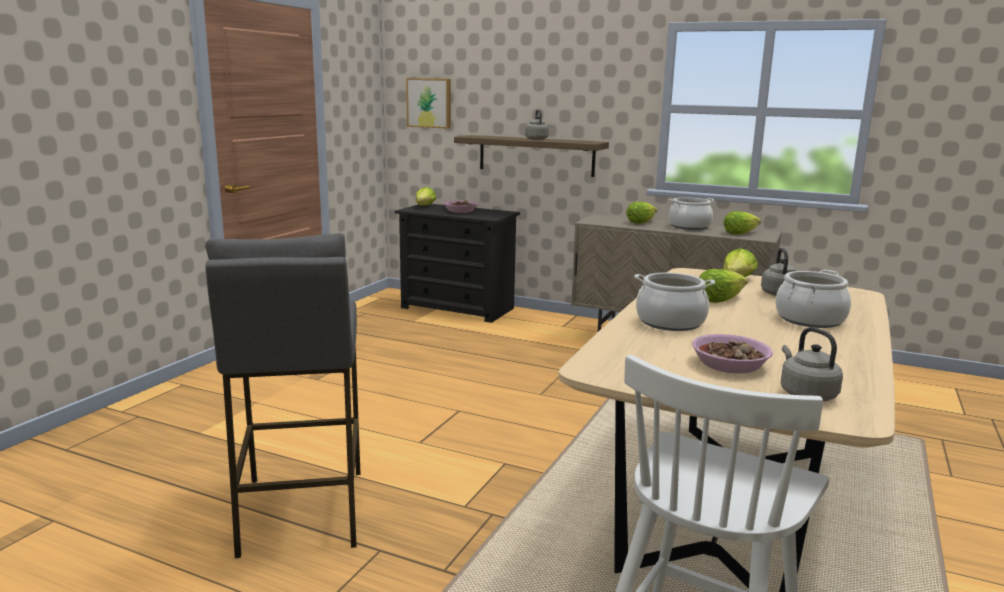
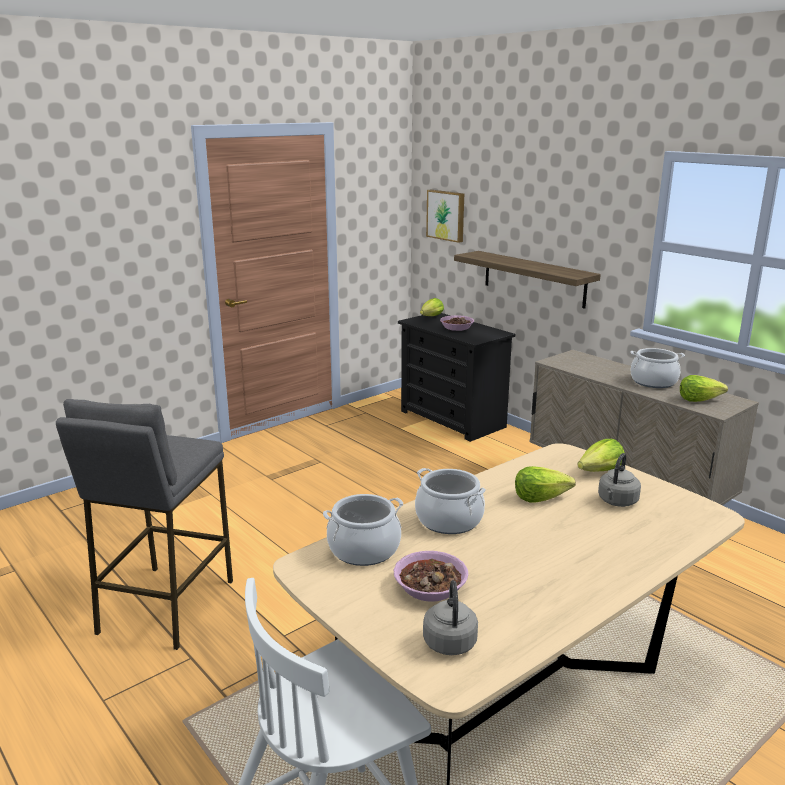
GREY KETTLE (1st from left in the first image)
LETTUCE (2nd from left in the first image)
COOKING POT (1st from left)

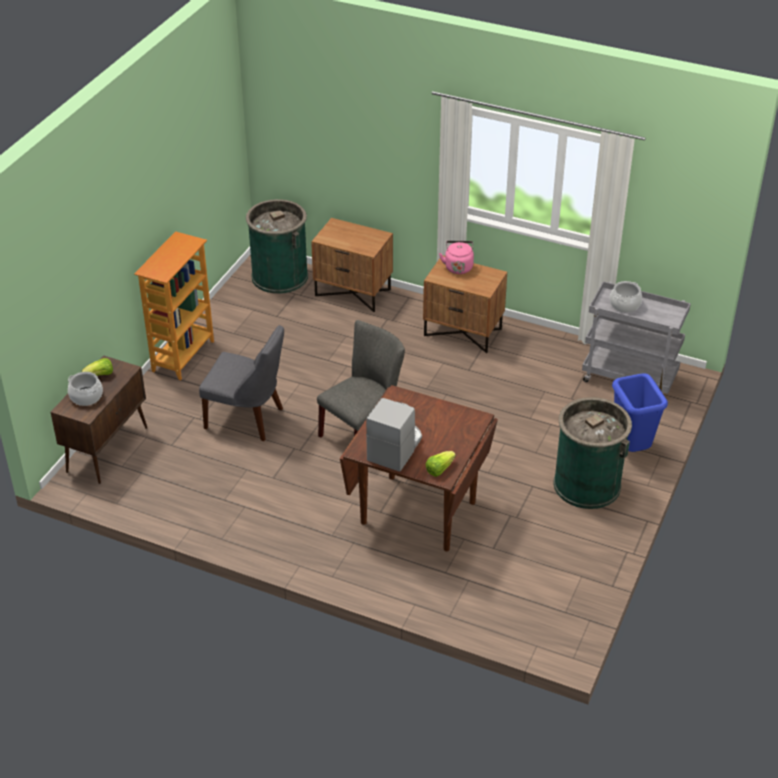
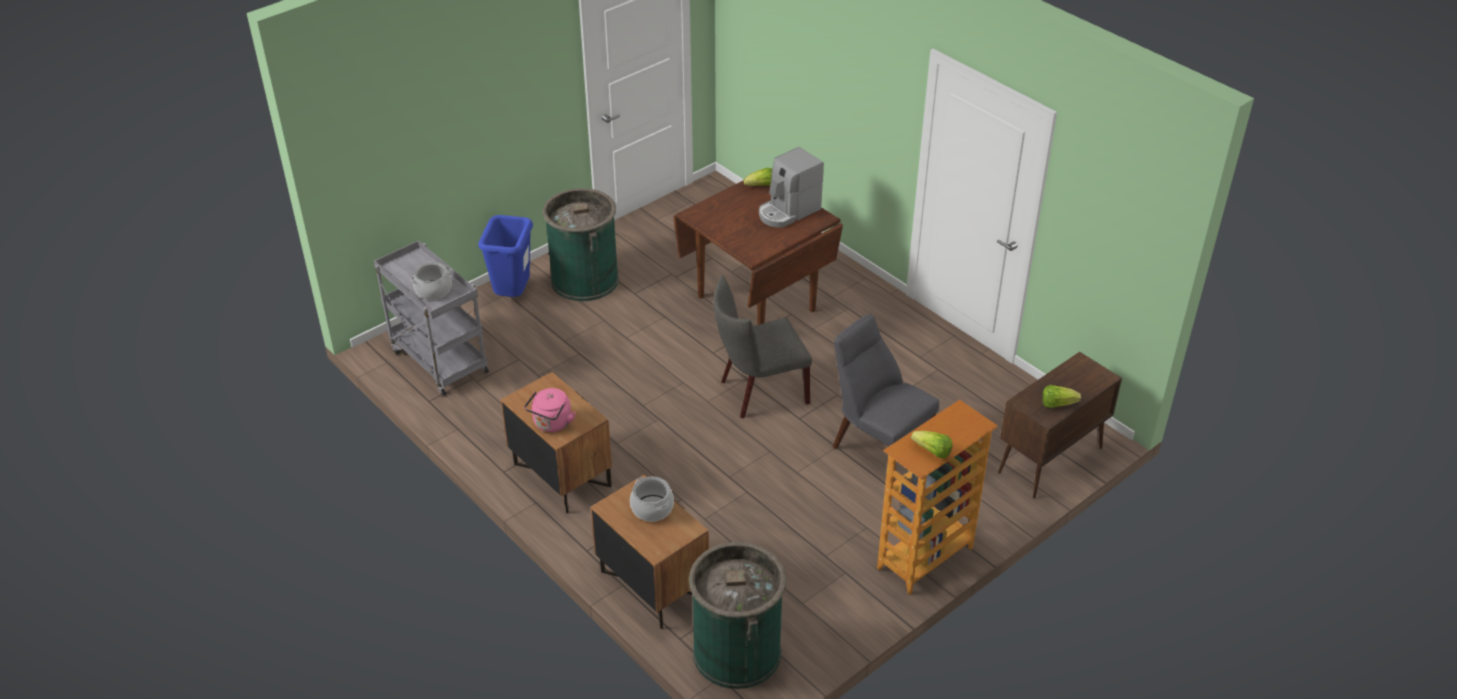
COOKING POT (2nd from left)
LETTUCE (2nd from left)

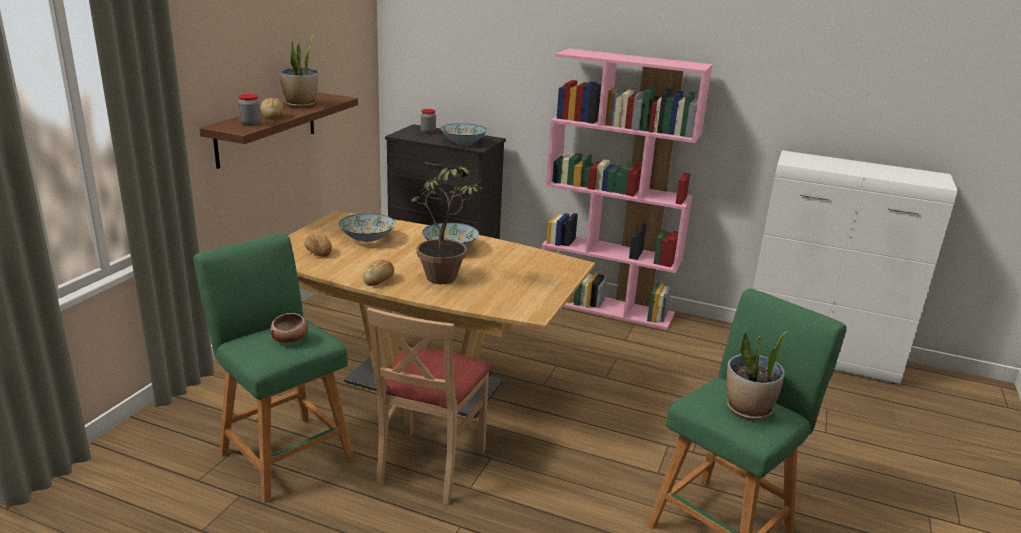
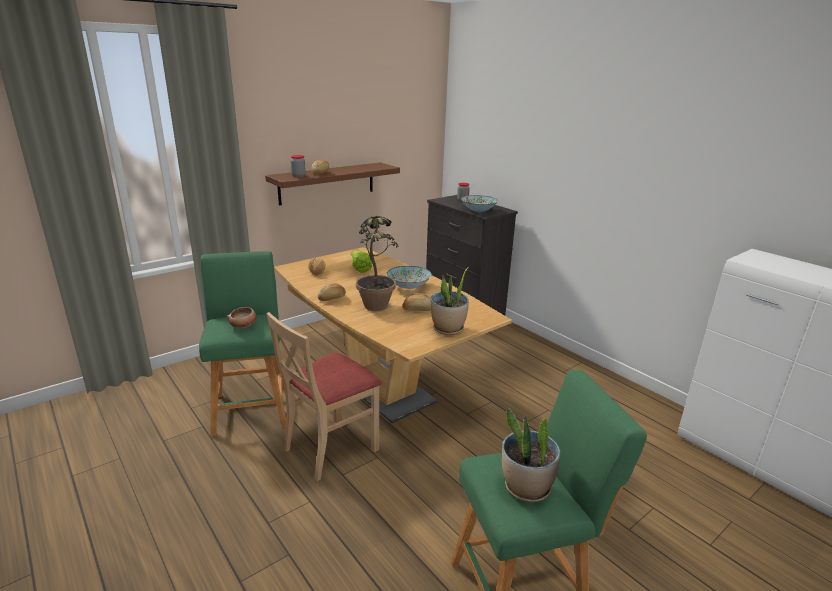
POTTED PLANT (2nd from left)
PINK BOOKCASE
LETTUCE
BREAD (4th from left)

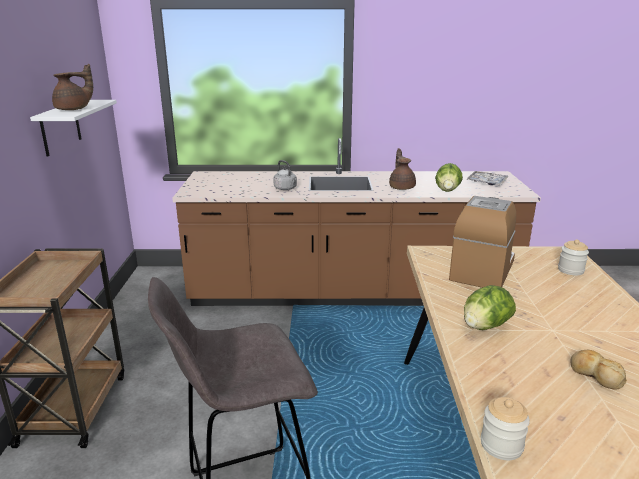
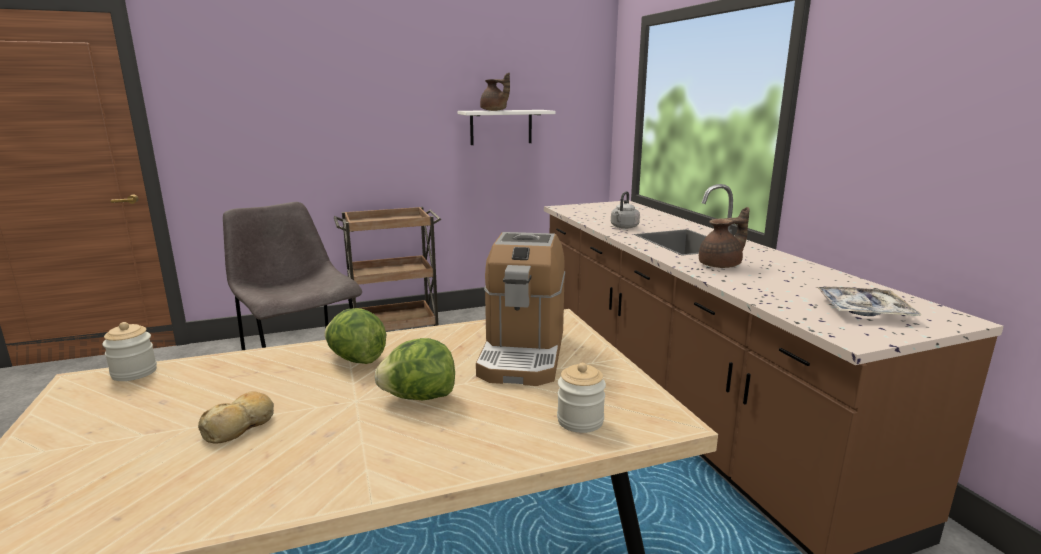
LETTUCE (2nd from left)
COFFEE MACHINE

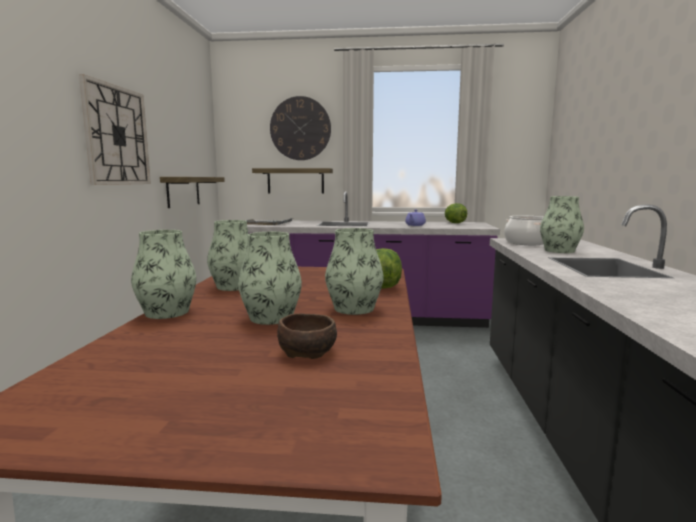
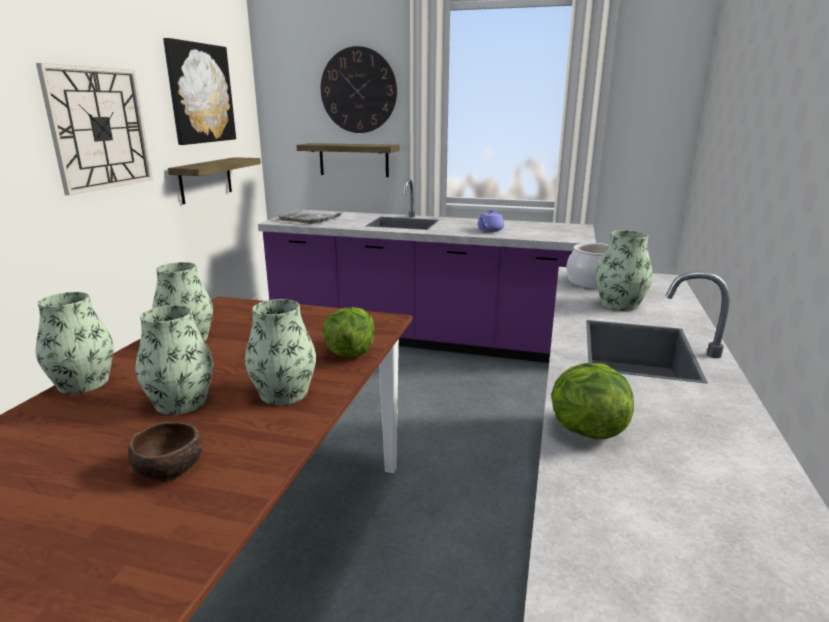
LETTUCE (2nd from left)
PICTURE

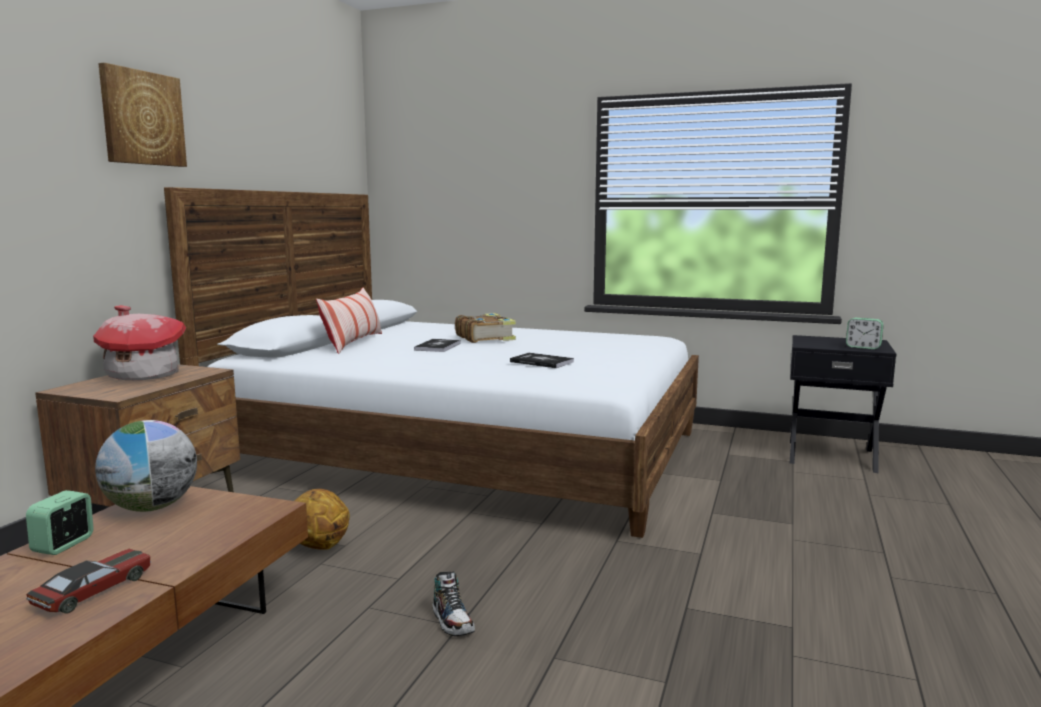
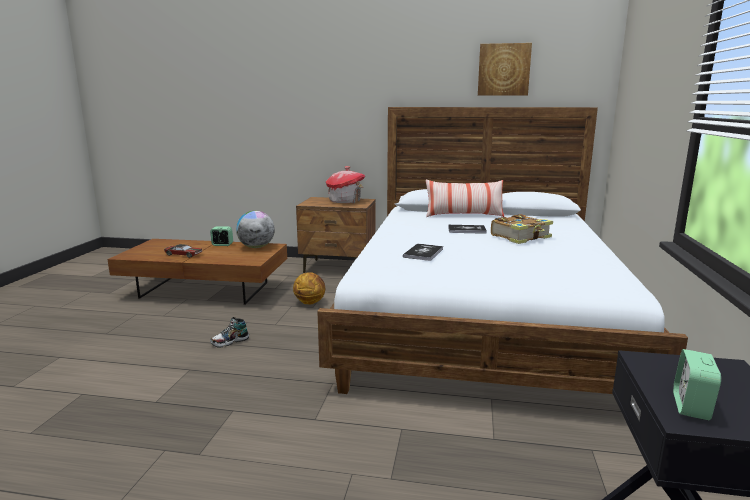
PICTURE

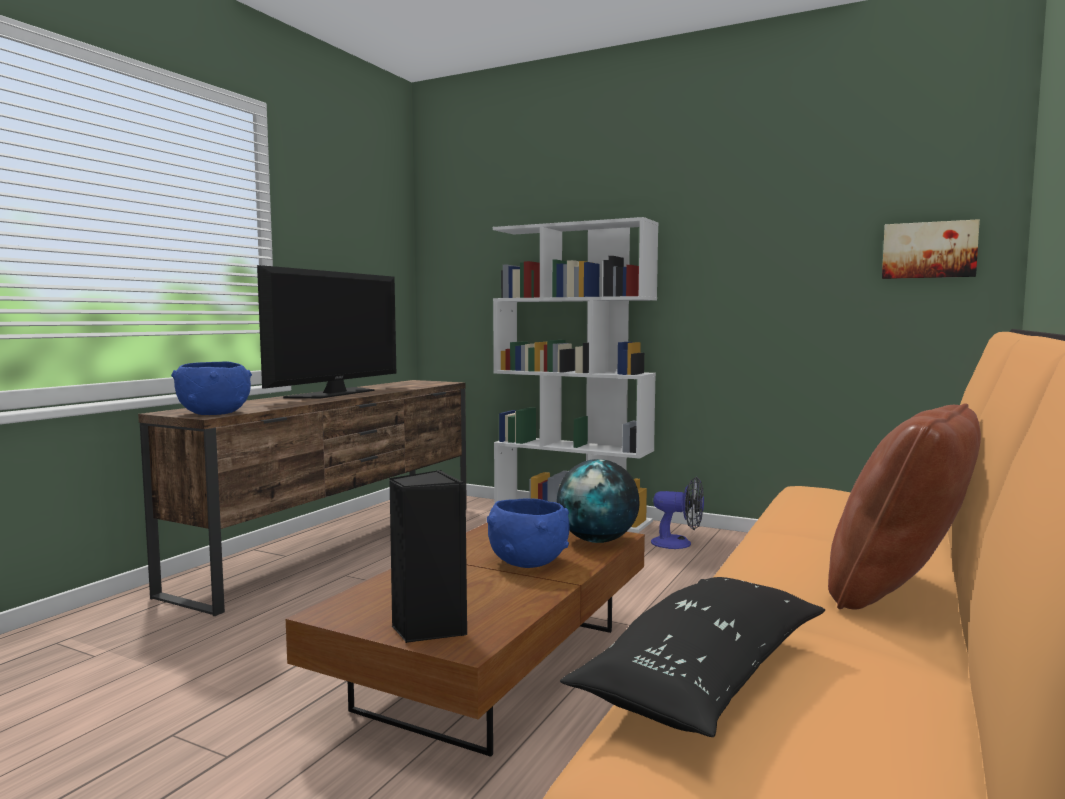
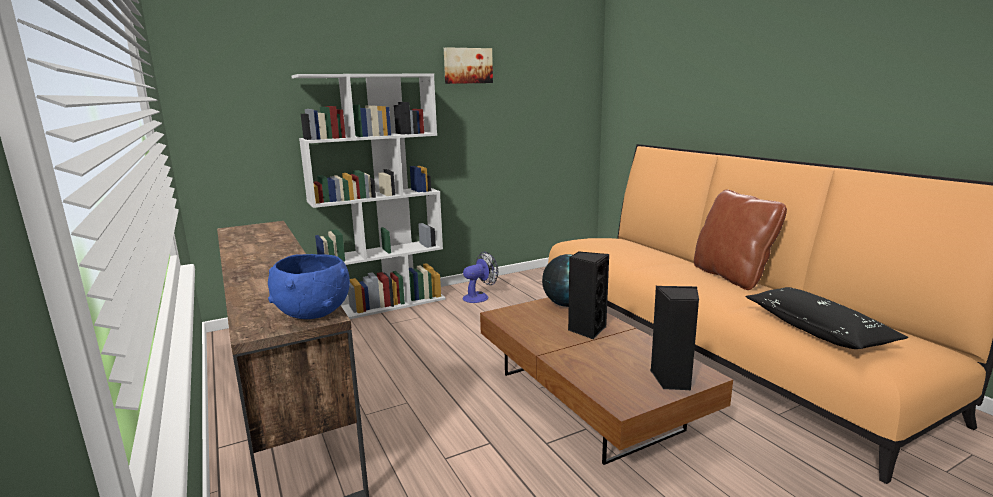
PICTURE
TELEVISION
BLACK SPEAKER (1st from left)

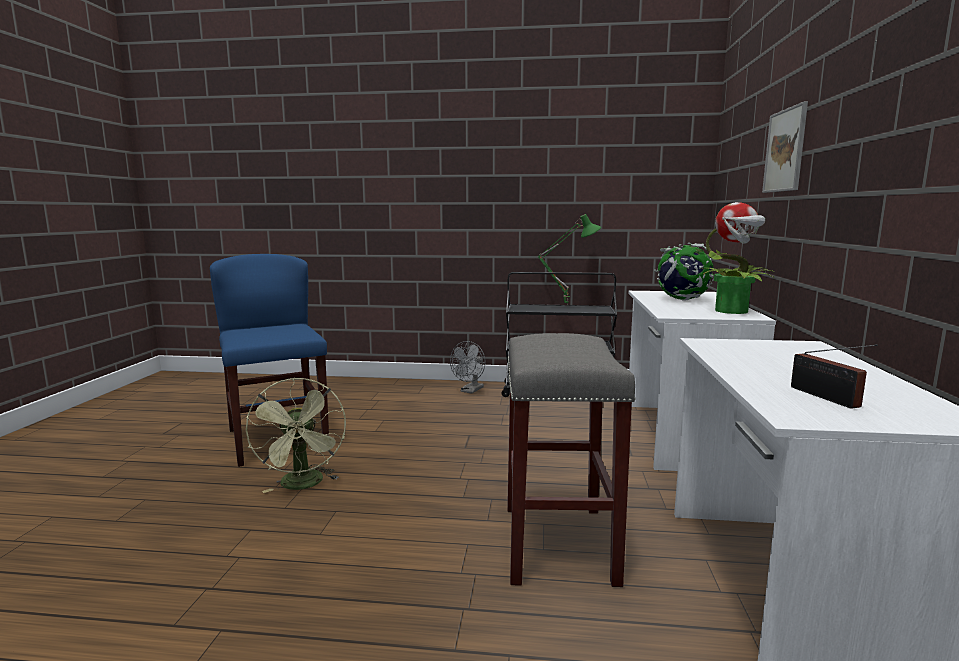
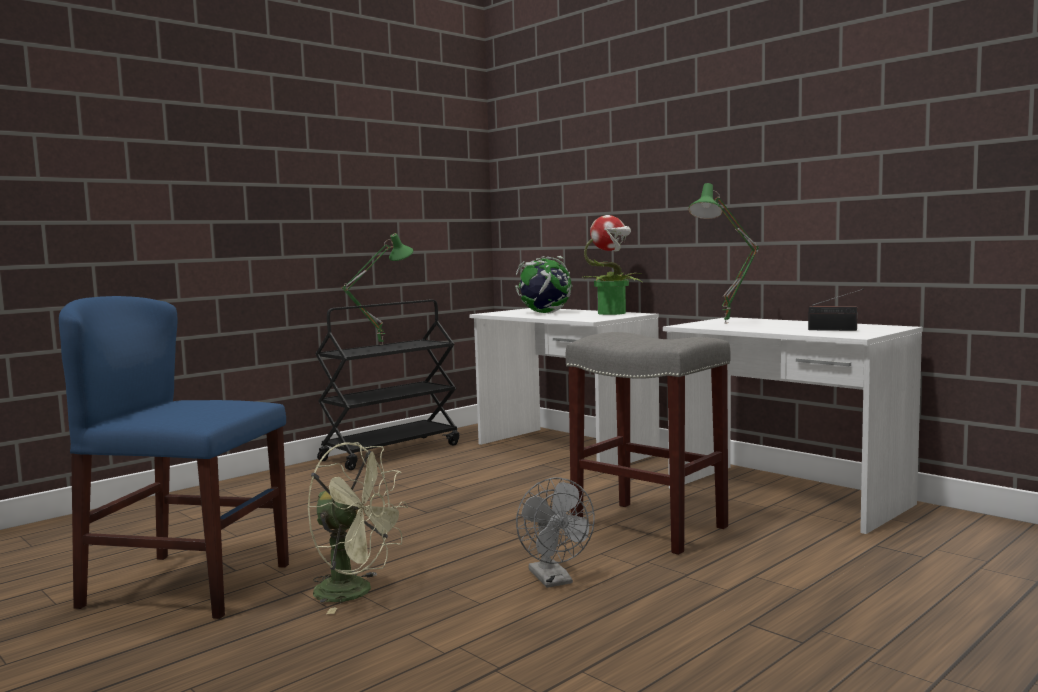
PICTURE
GREY FAN
GREEN TABLE LAMP (2nd from left)

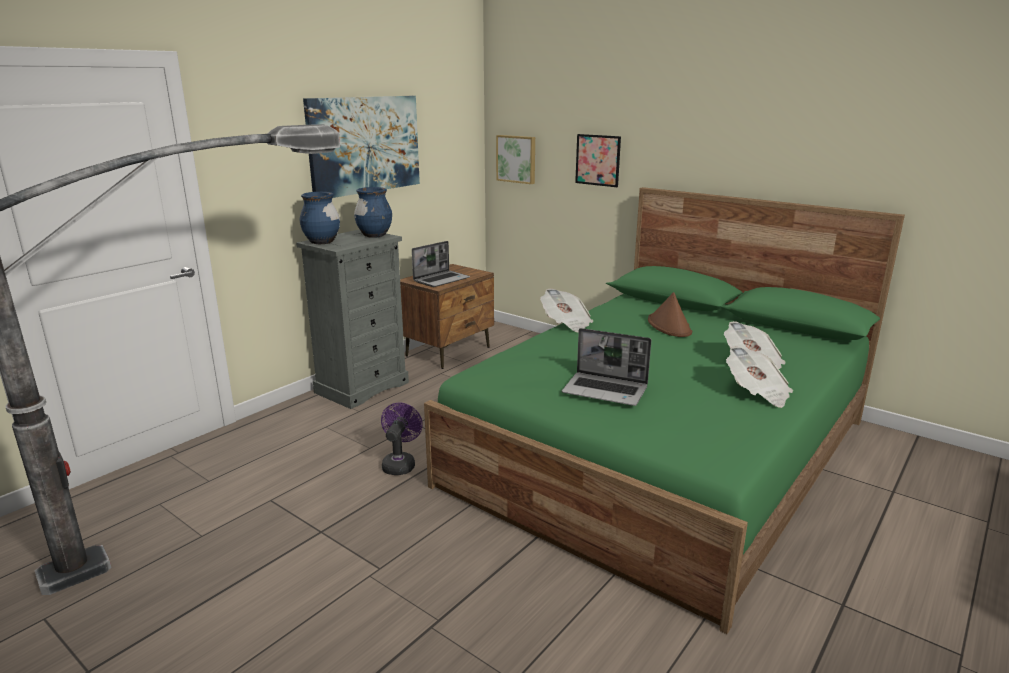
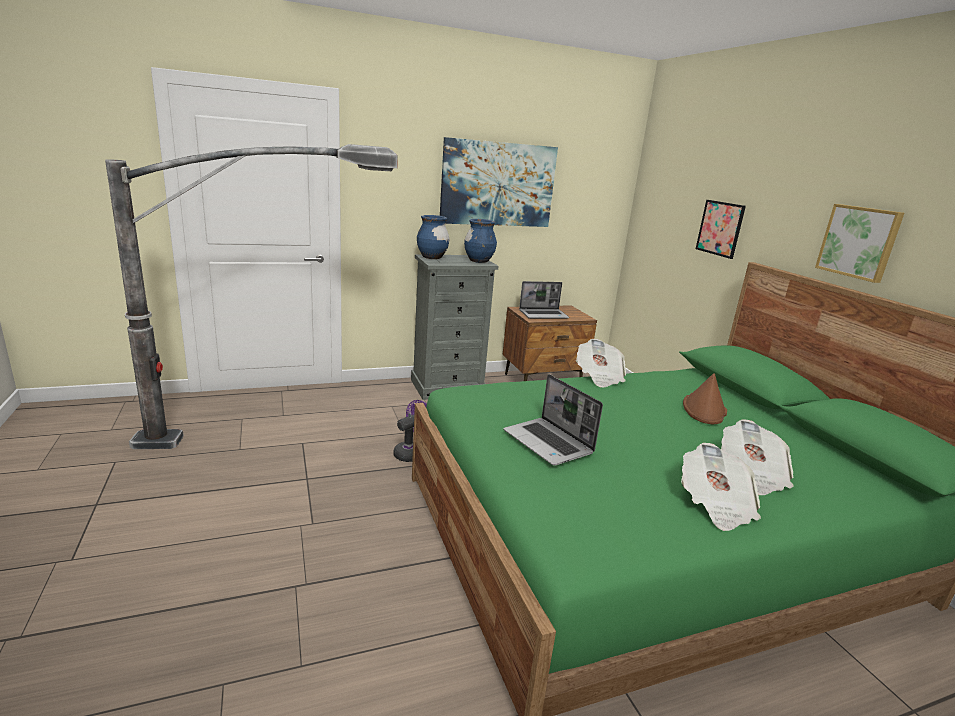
PICTURE (3rd from left)

